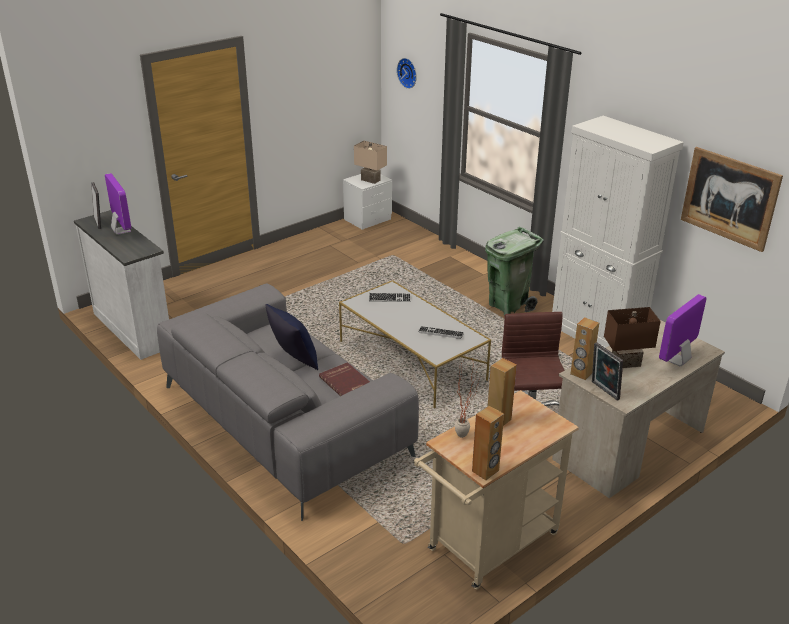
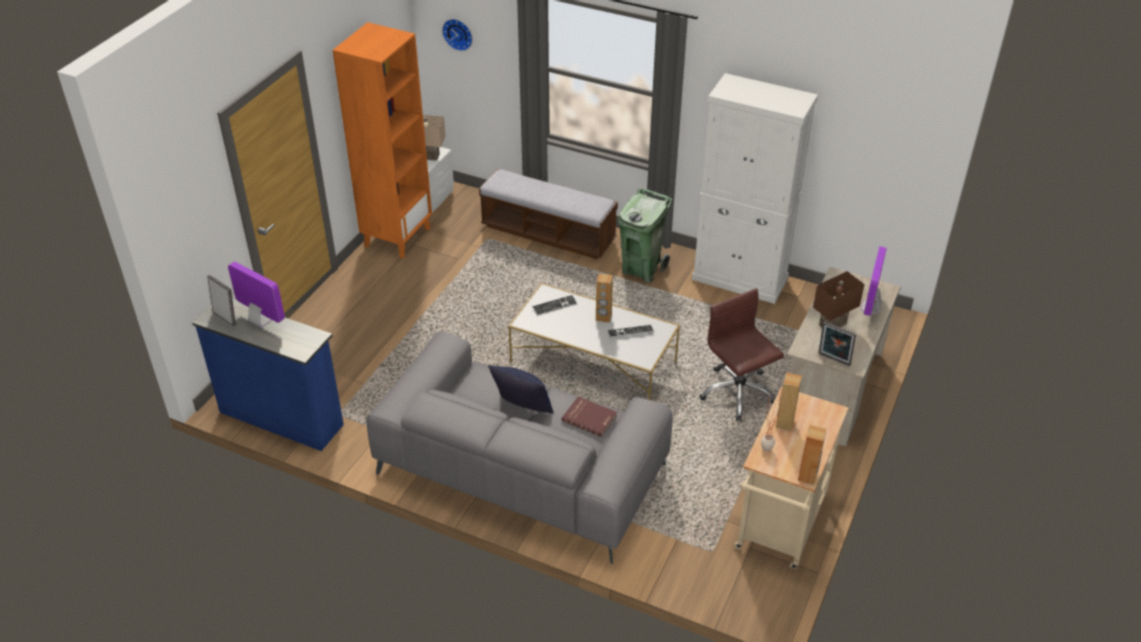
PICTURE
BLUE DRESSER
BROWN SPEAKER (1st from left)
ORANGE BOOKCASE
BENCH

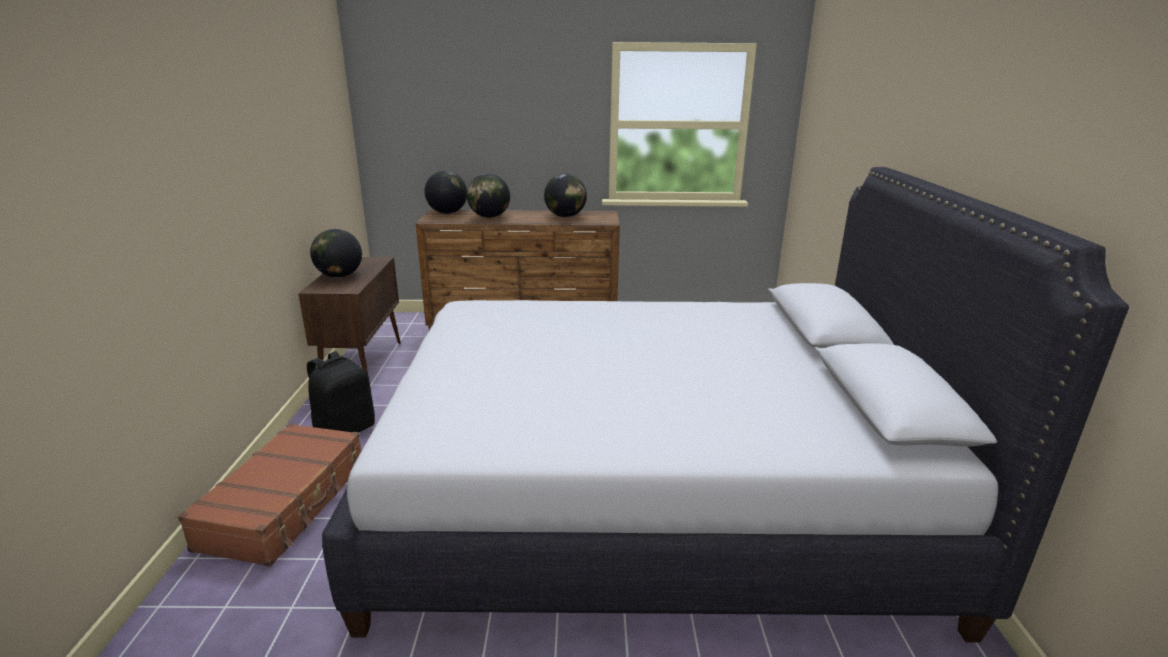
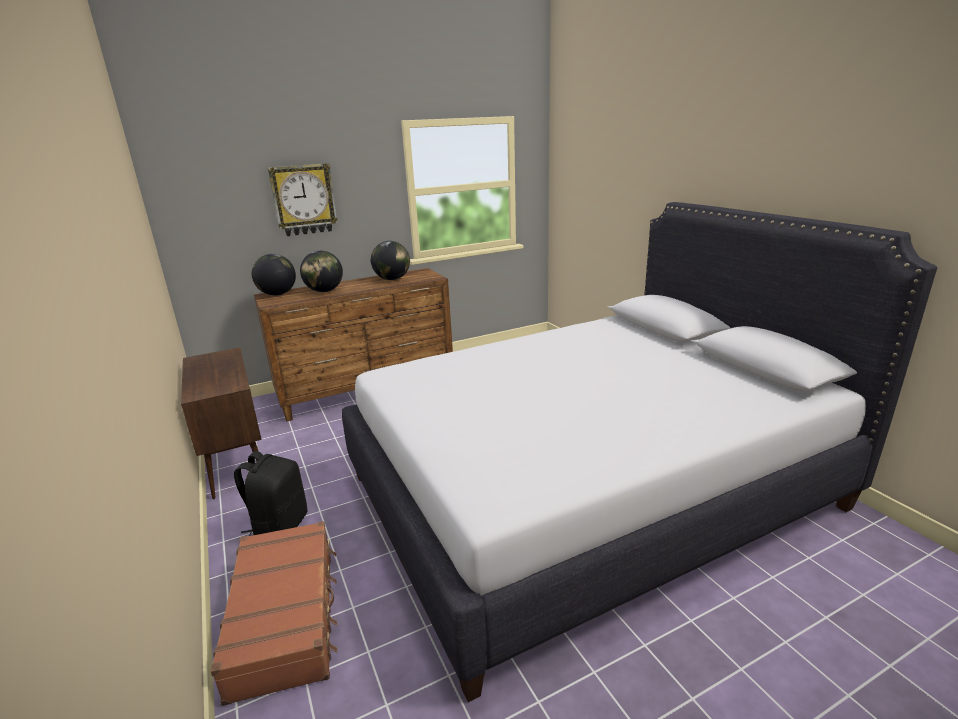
GLOBE (1st from left in the first image)
WALL CLOCK

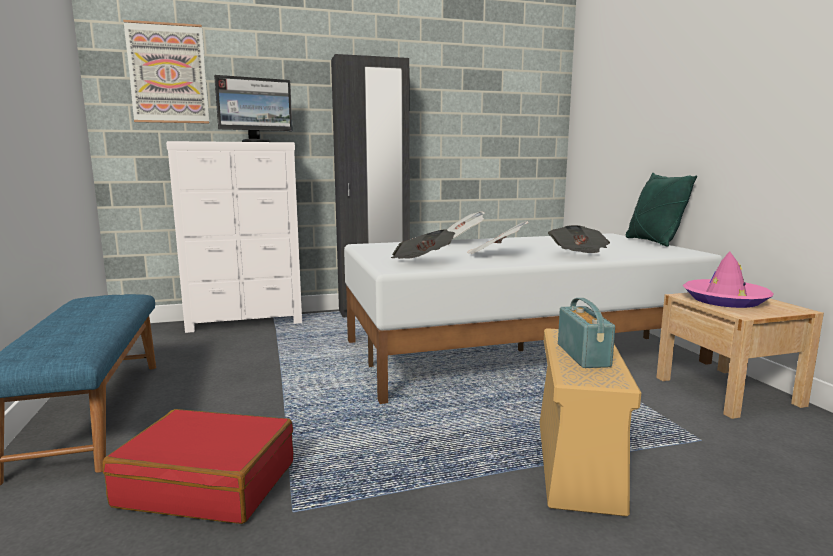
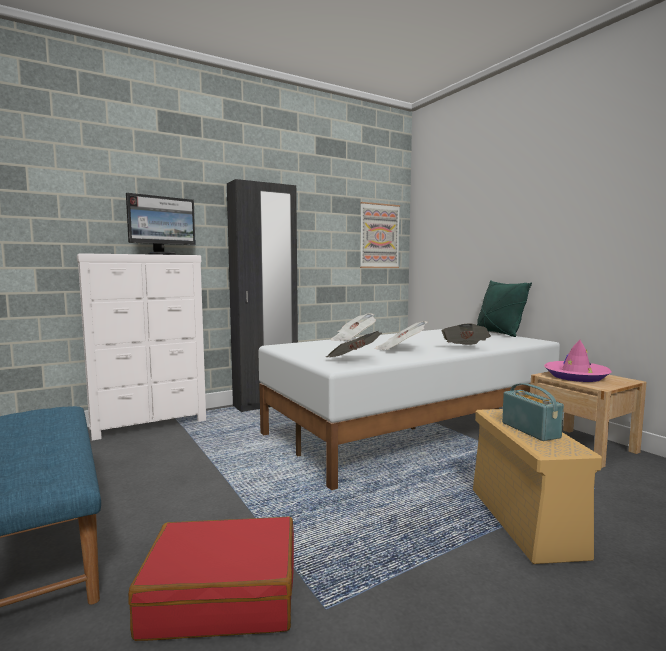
PICTURE

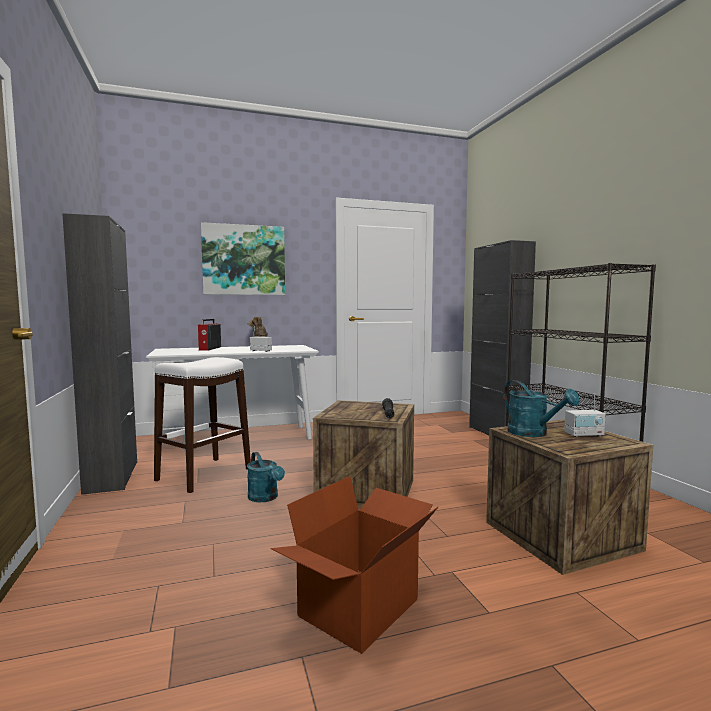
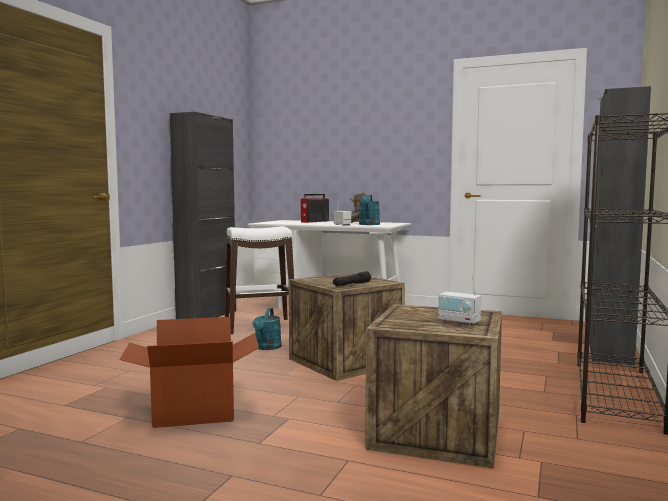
PICTURE
TURQUOISE WATERING CAN (2nd from left)

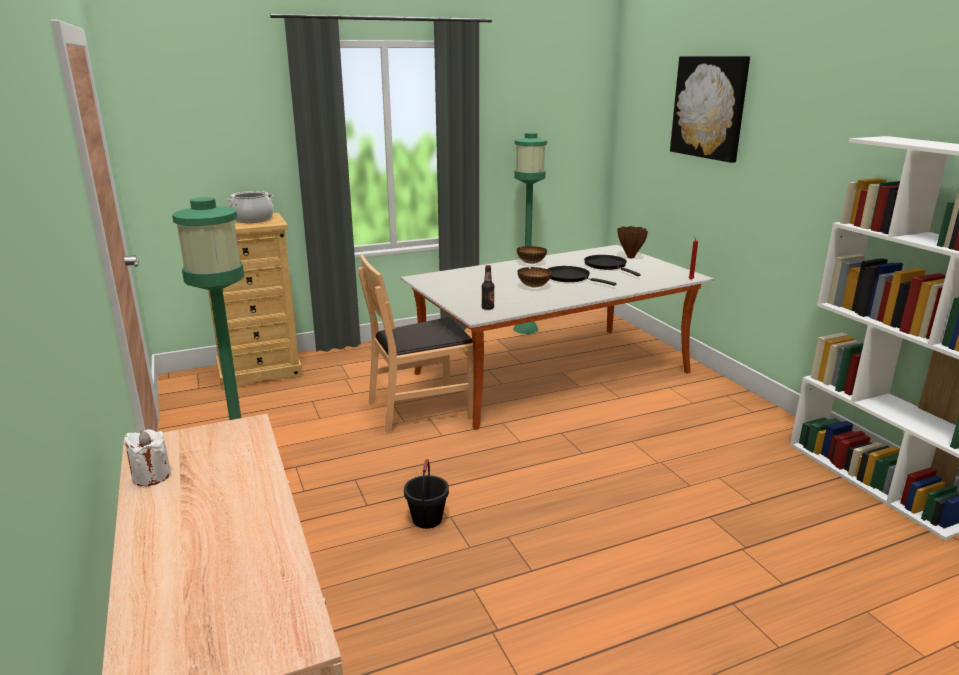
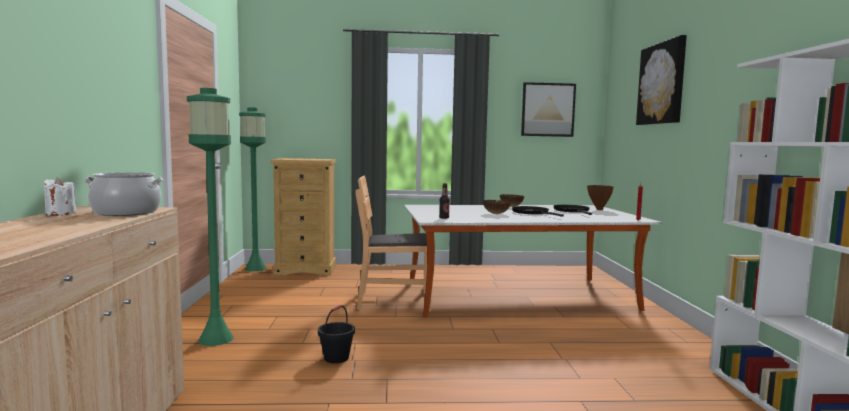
GREEN FLOOR LAMP (2nd from left)
COOKING POT
PICTURE (1st from left)

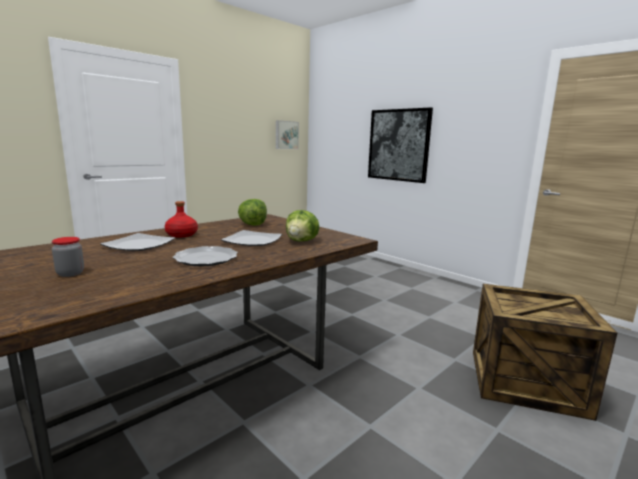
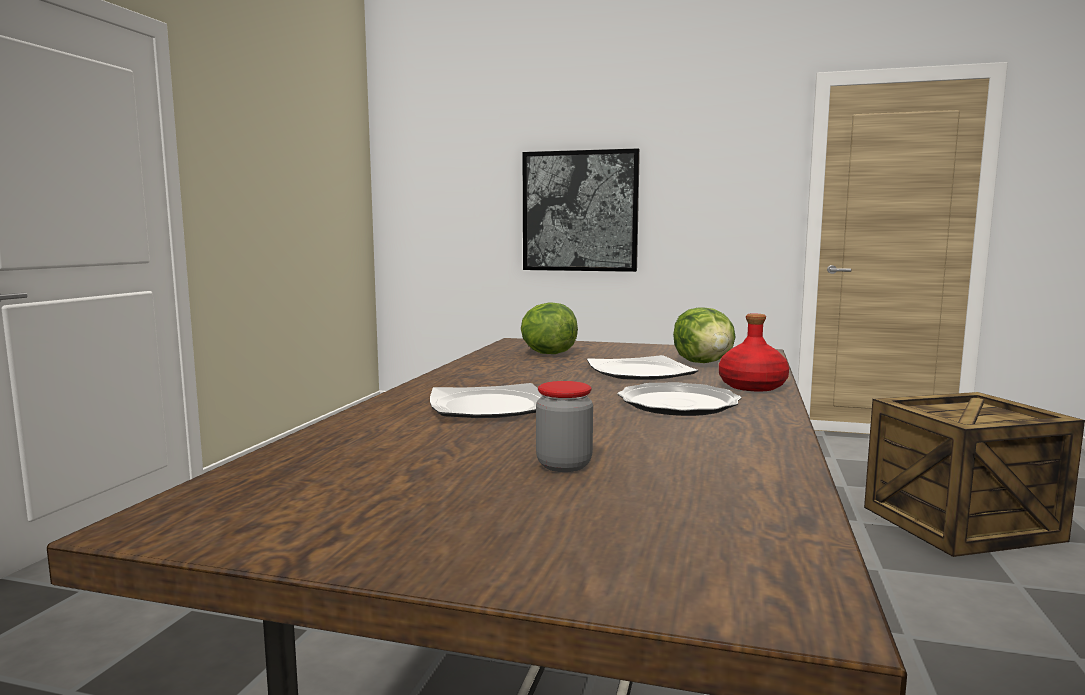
PICTURE (1st from left in the first image)
RED BOTTLE

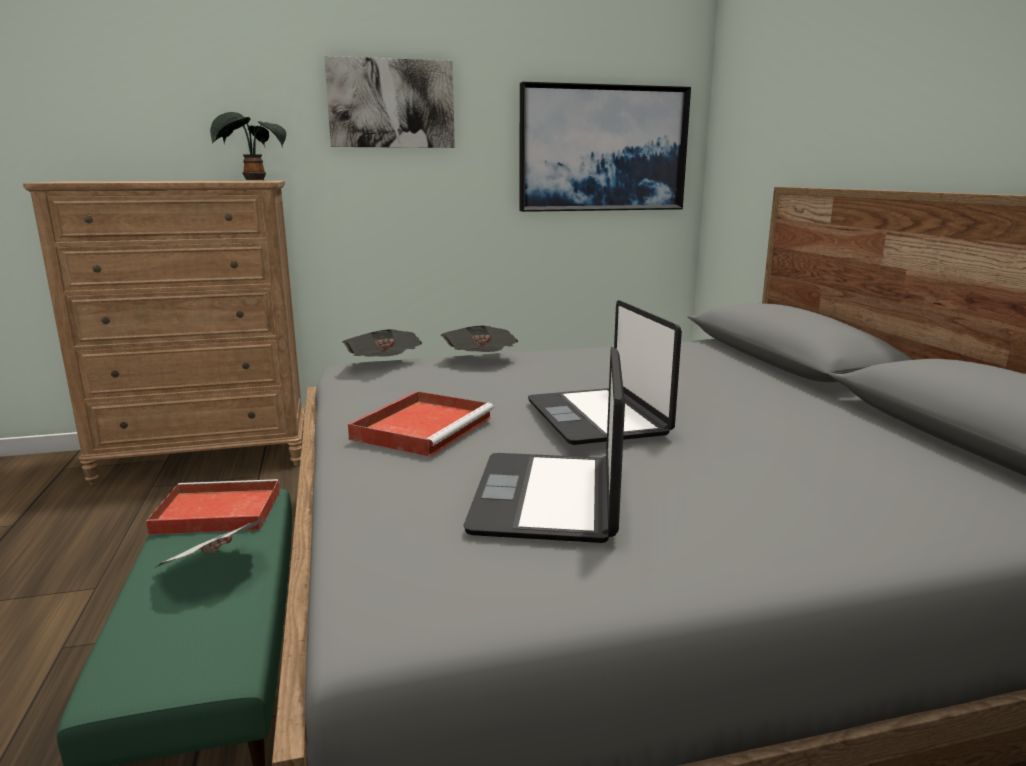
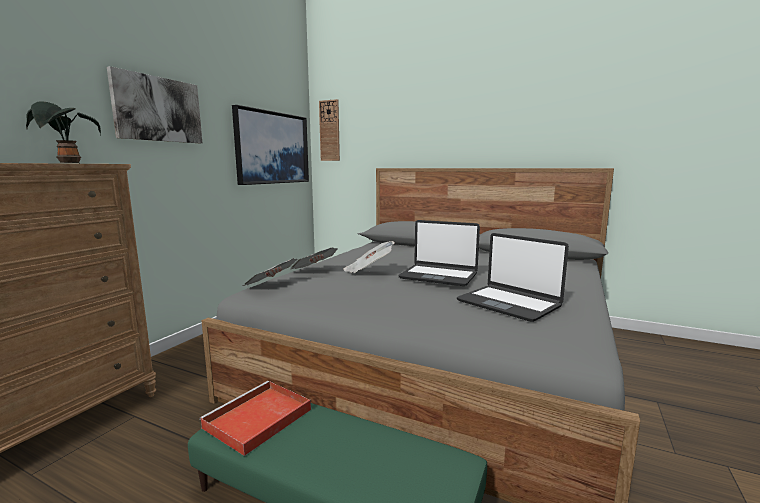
RED TRAY (2nd from left in the first image)
NEWSPAPER (3rd from left)
WALL CLOCK

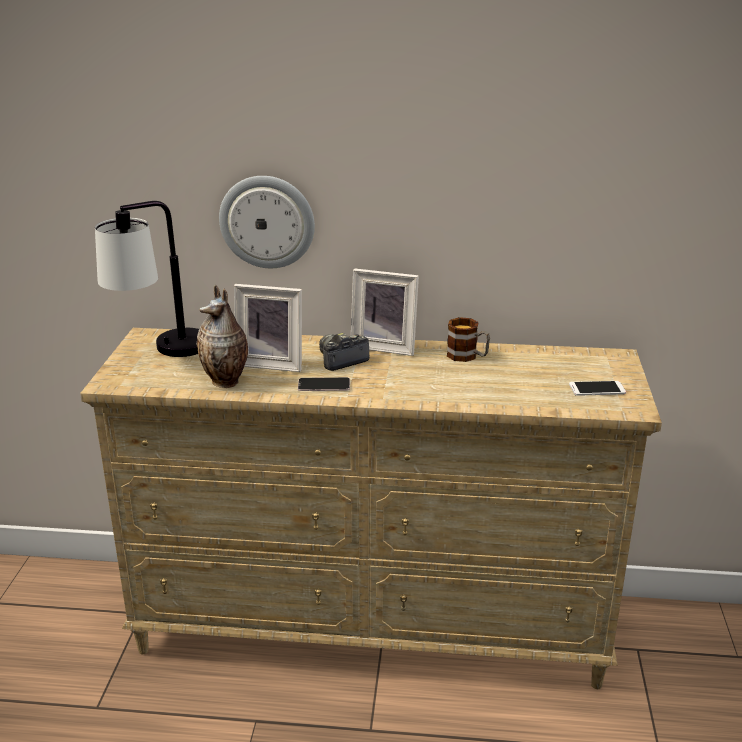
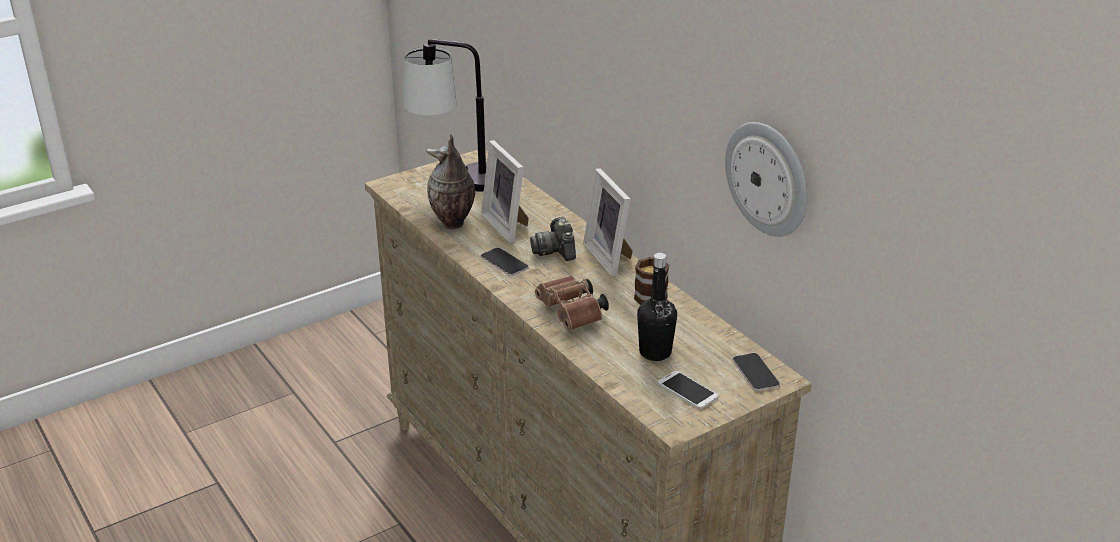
WALL CLOCK
PHOTO CAMERA
BLACK BOTTLE
BROWN BINOCULARS
PHONE (3rd from left)

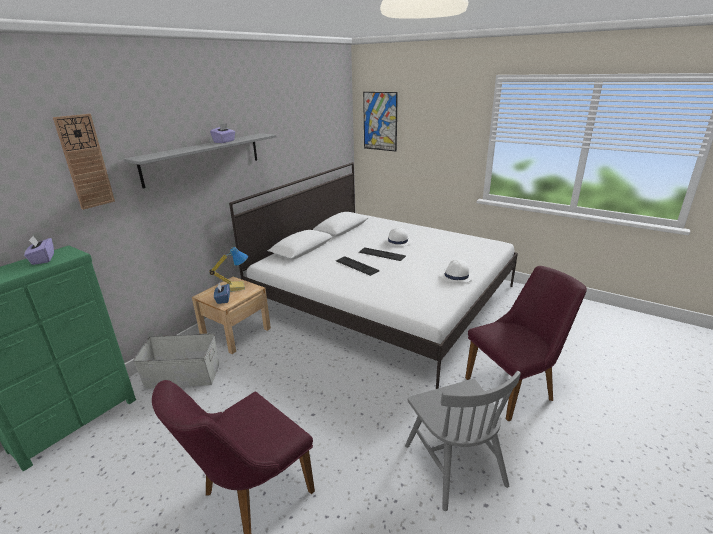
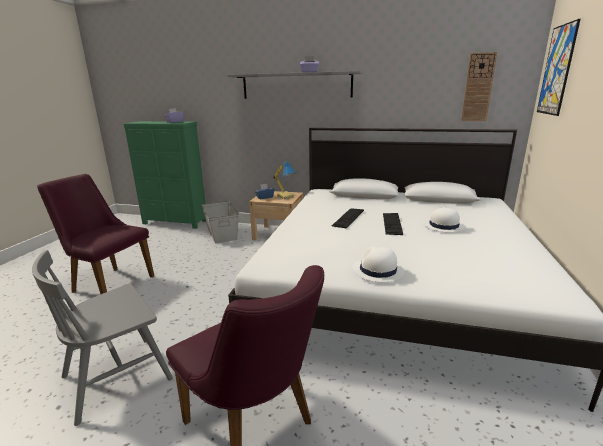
WALL CLOCK

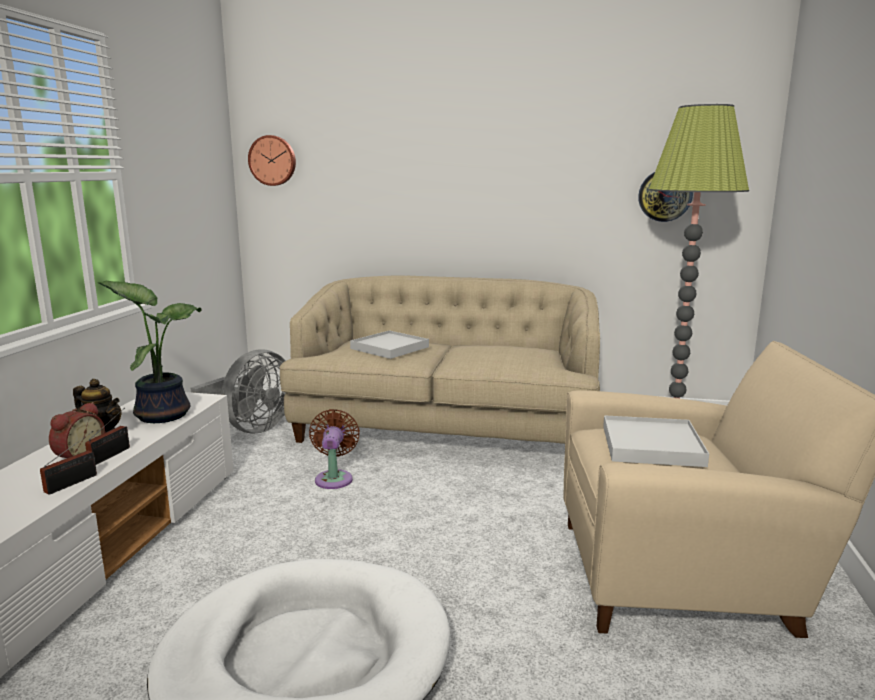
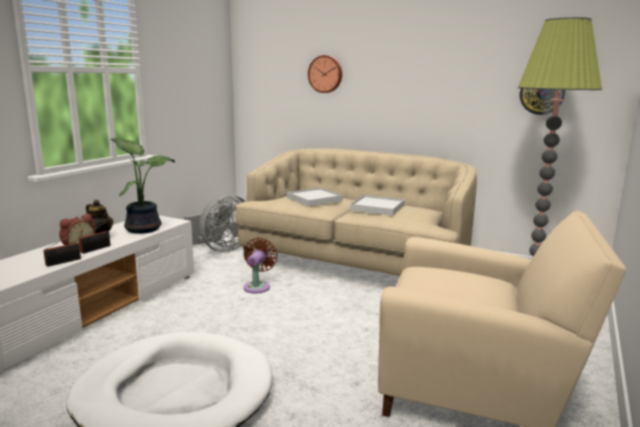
WALL CLOCK (1st from left)
WHITE TRAY (2nd from left)

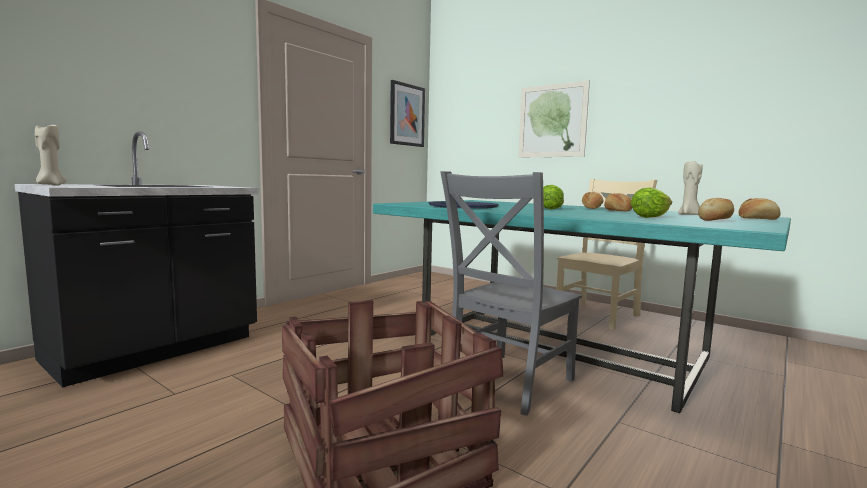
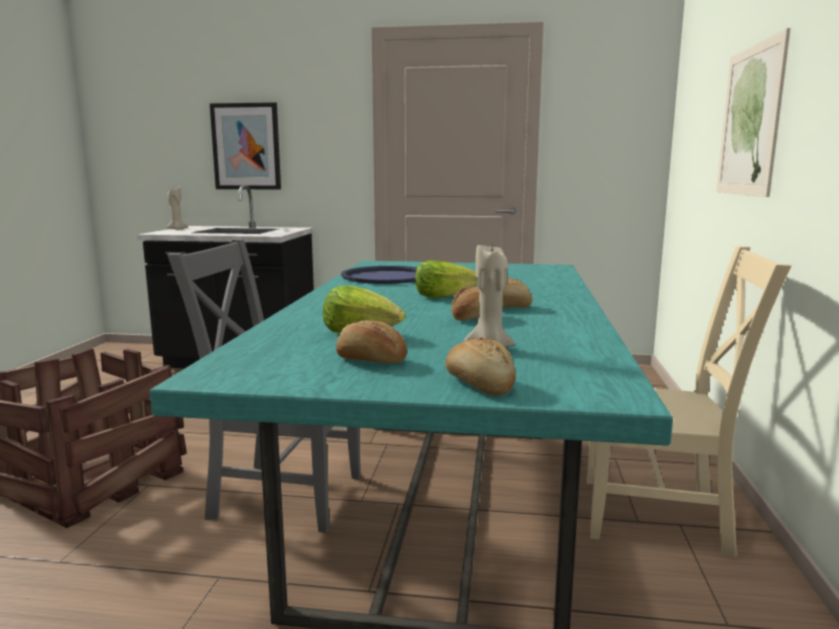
PICTURE (1st from left)

